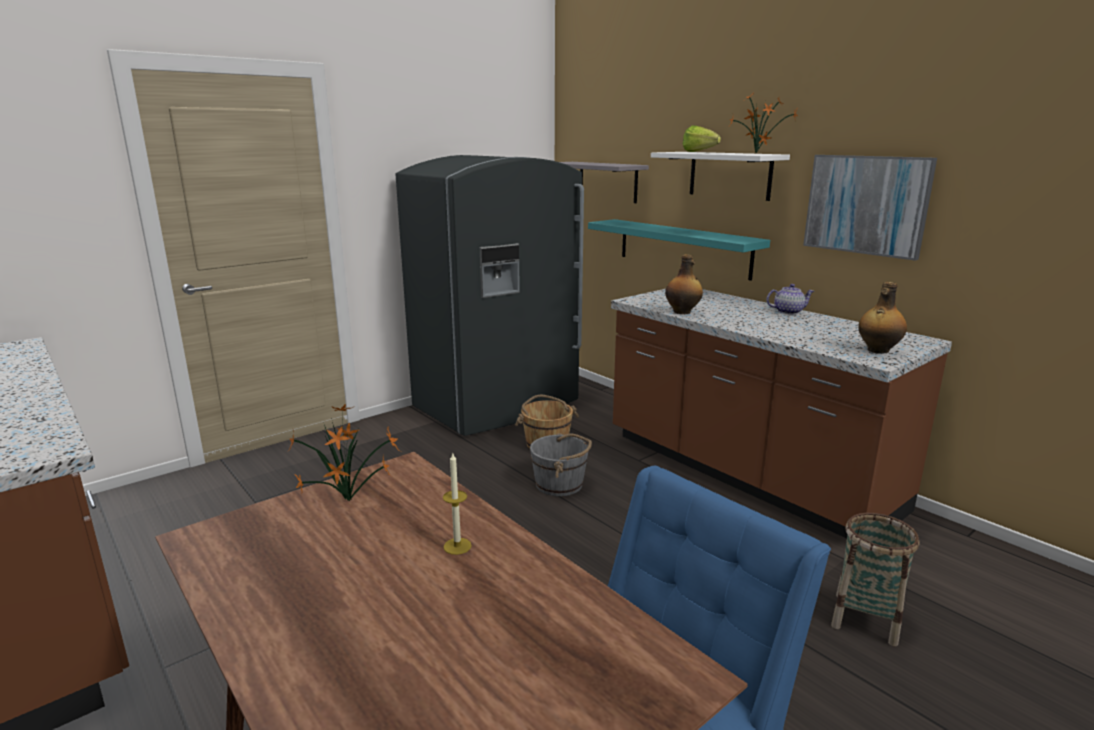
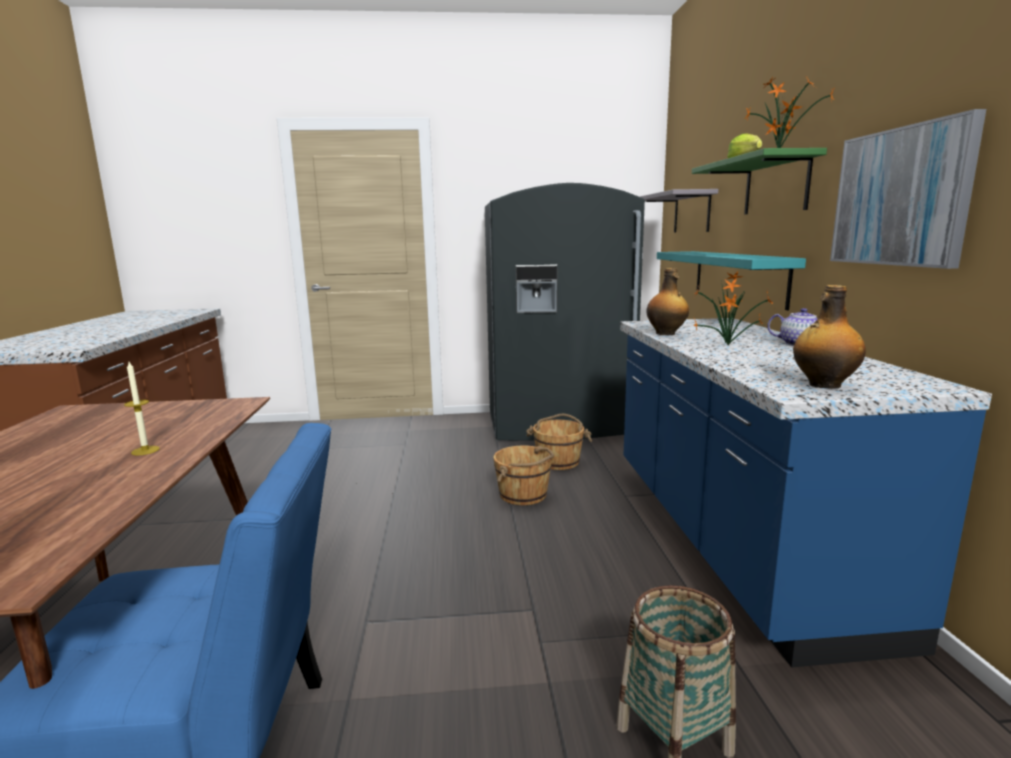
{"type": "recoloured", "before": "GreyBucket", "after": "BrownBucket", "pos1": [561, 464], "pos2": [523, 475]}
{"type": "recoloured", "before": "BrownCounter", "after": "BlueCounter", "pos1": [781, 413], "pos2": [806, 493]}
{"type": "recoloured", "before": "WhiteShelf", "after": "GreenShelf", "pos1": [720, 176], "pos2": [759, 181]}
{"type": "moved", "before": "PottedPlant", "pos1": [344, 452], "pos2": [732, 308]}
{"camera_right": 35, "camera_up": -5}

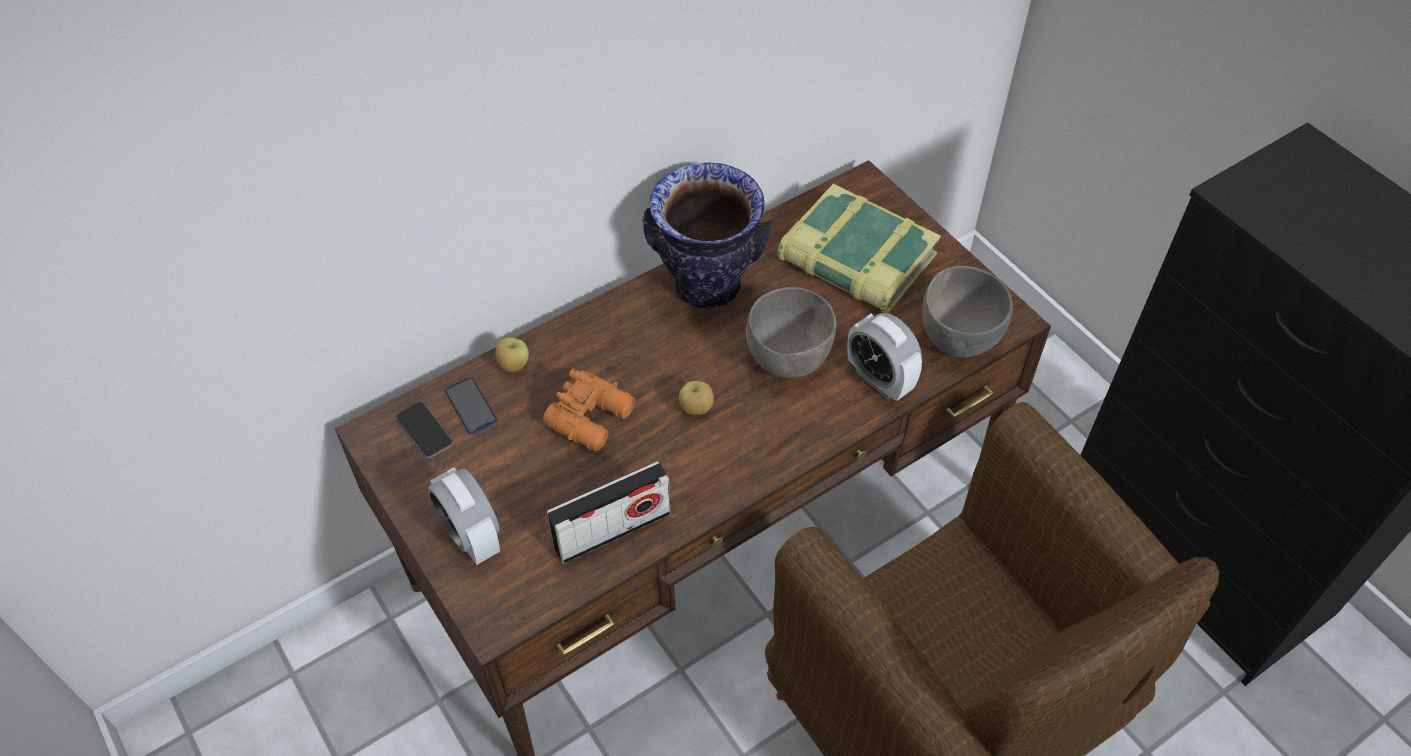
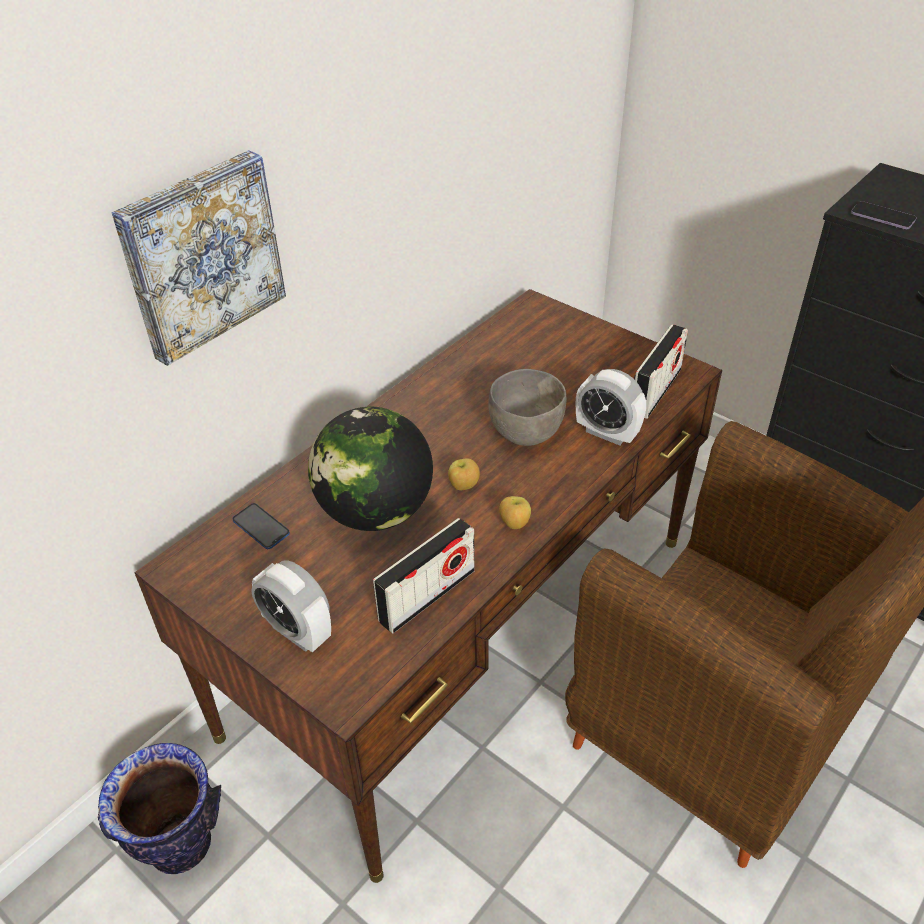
{"type": "moved", "before": "Vase", "pos1": [707, 236], "pos2": [159, 808]}
{"type": "added", "after": "Picture", "pos2": [199, 258]}
{"type": "replaced", "before": "OrangeBinoculars", "after": "Globe", "pos1": [589, 410], "pos2": [370, 469]}
{"type": "moved", "before": "Apple", "pos1": [512, 354], "pos2": [515, 512]}
{"type": "replaced", "before": "GreyBowl", "after": "Radio", "pos1": [967, 312], "pos2": [661, 371]}
{"type": "moved", "before": "Phone", "pos1": [424, 430], "pos2": [884, 215]}
{"type": "removed", "before": "Book", "pos1": [859, 248]}
{"camera_right": -15, "camera_up": -10}

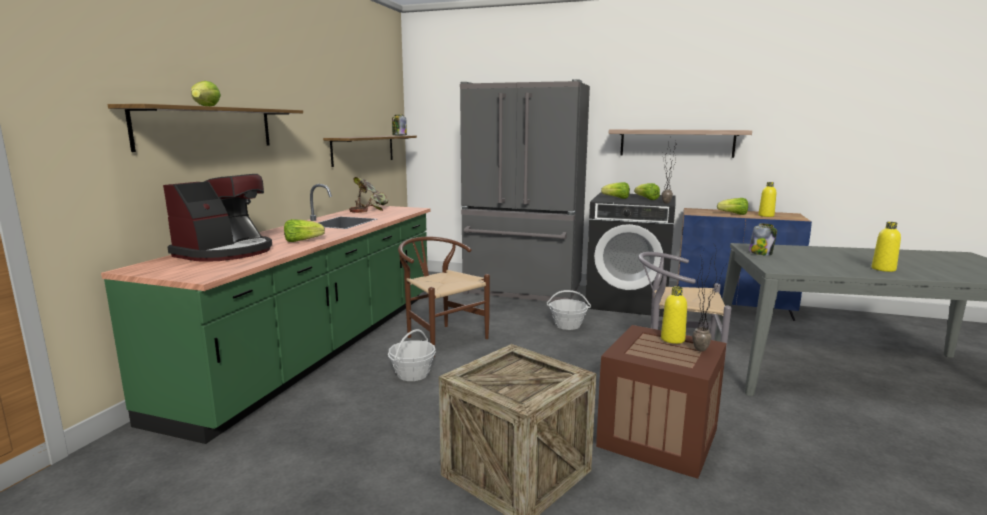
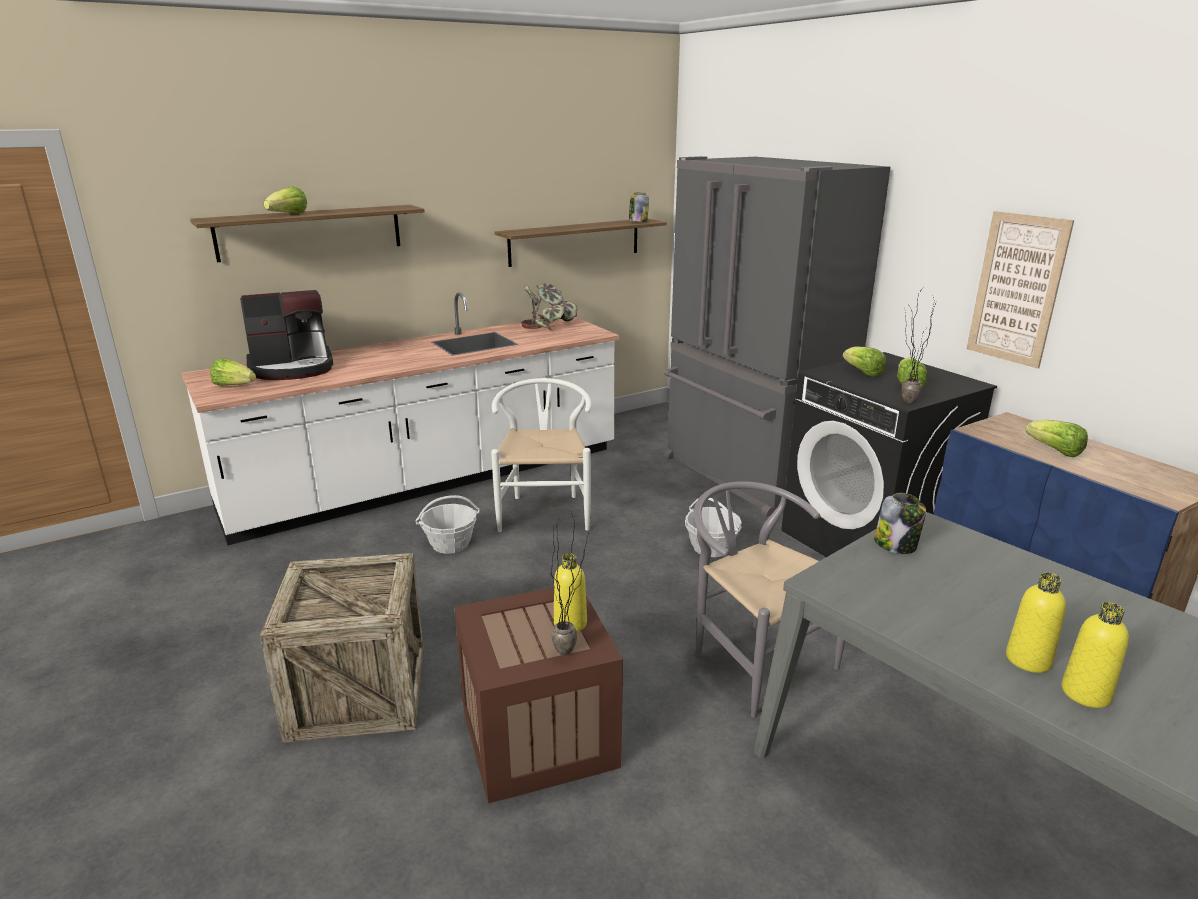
{"type": "recoloured", "before": "GreenCounter", "after": "WhiteCounter", "pos1": [265, 314], "pos2": [400, 419]}
{"type": "moved", "before": "Lettuce", "pos1": [304, 230], "pos2": [233, 372]}
{"type": "recoloured", "before": "BrownChair", "after": "WhiteChair", "pos1": [444, 297], "pos2": [541, 455]}
{"type": "replaced", "before": "Shelf", "after": "Picture", "pos1": [680, 143], "pos2": [1020, 290]}
{"type": "moved", "before": "YellowBottle", "pos1": [767, 199], "pos2": [1095, 655]}
{"camera_right": 40, "camera_up": 10}

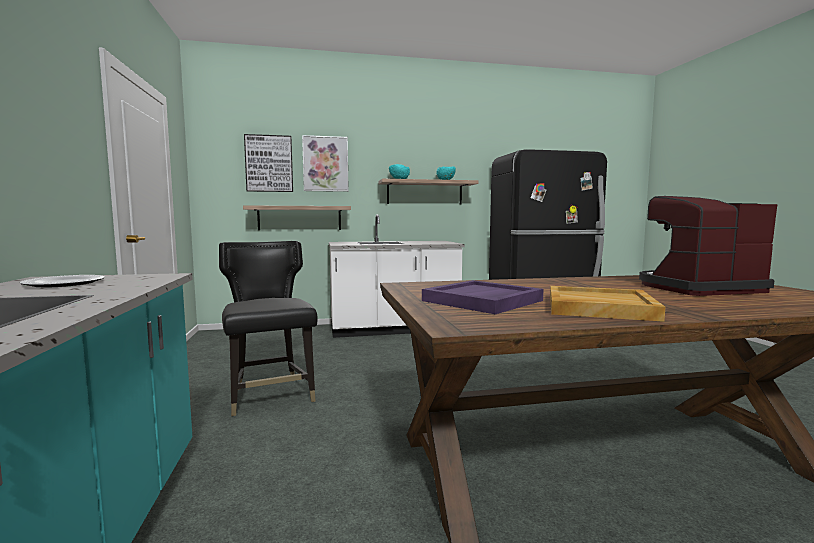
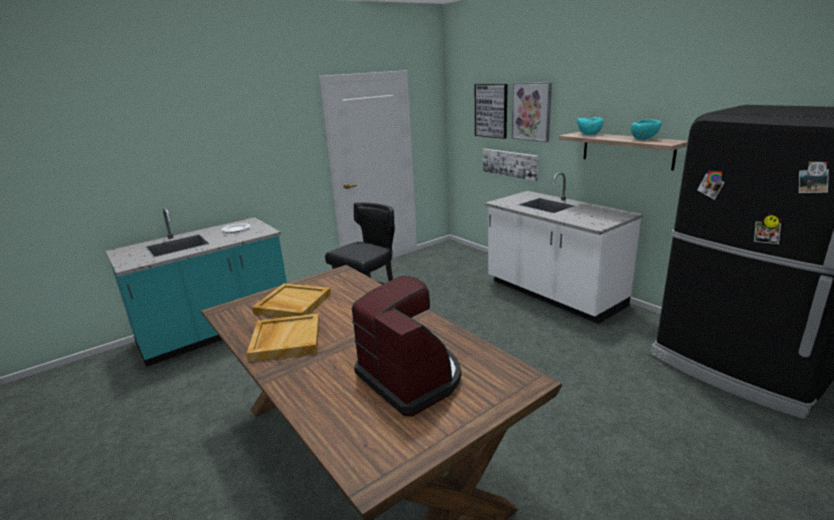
{"type": "recoloured", "before": "PurpleTray", "after": "BeigeTray", "pos1": [482, 297], "pos2": [291, 300]}
{"type": "replaced", "before": "Shelf", "after": "Picture", "pos1": [297, 217], "pos2": [511, 165]}
{"camera_right": 65, "camera_up": 15}

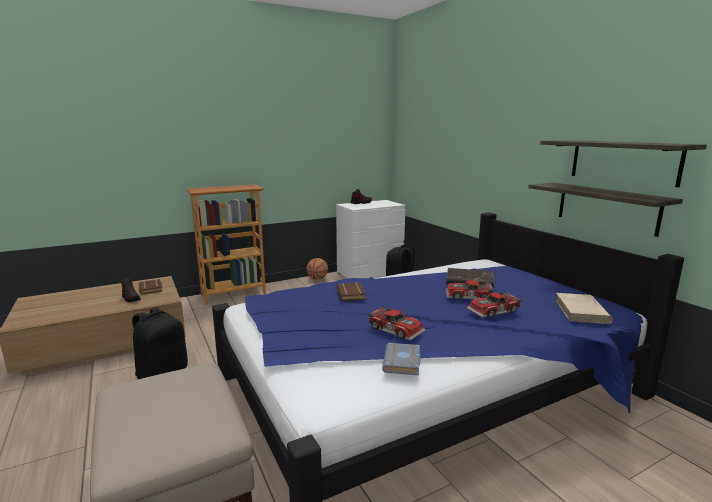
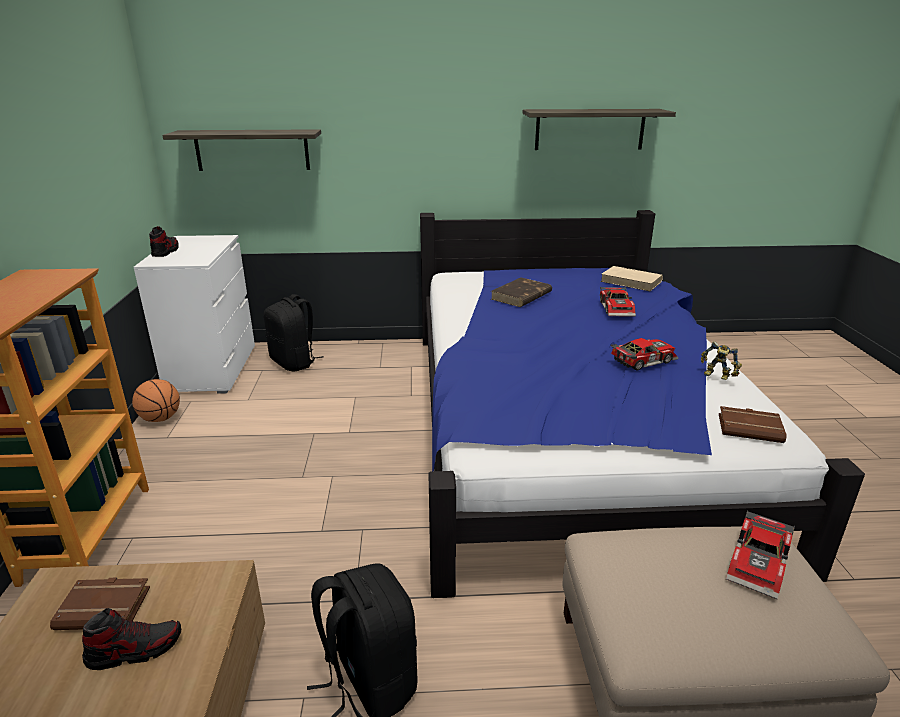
{"type": "moved", "before": "Shelf", "pos1": [605, 209], "pos2": [241, 150]}
{"type": "replaced", "before": "GreyBook", "after": "ToyRobot", "pos1": [401, 359], "pos2": [721, 360]}
{"type": "moved", "before": "BrownBook", "pos1": [351, 291], "pos2": [753, 424]}
{"type": "moved", "before": "ToyCar", "pos1": [470, 290], "pos2": [760, 554]}
{"camera_right": -65, "camera_up": 10}

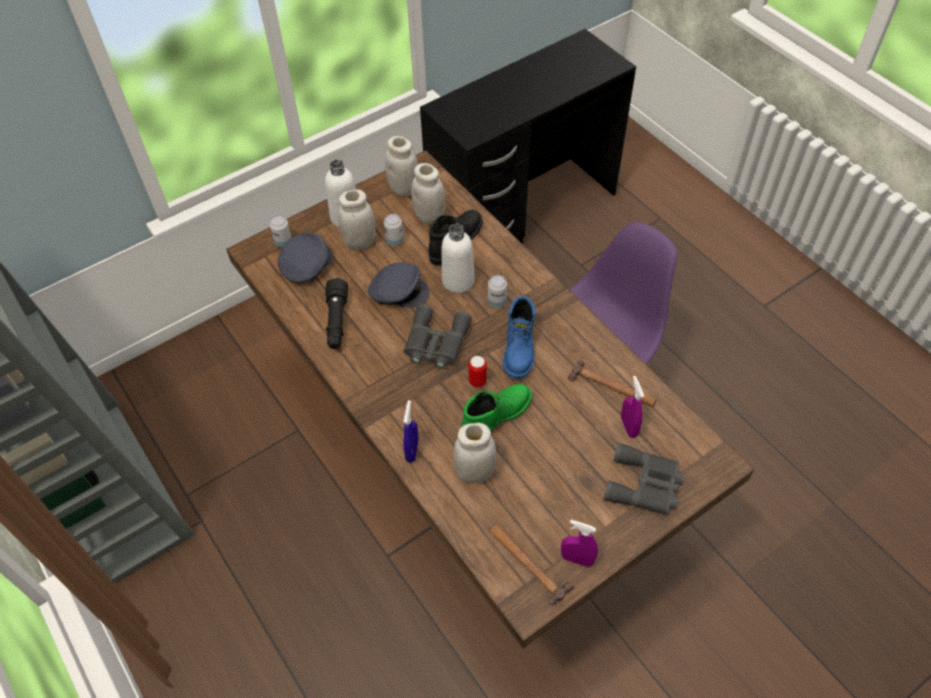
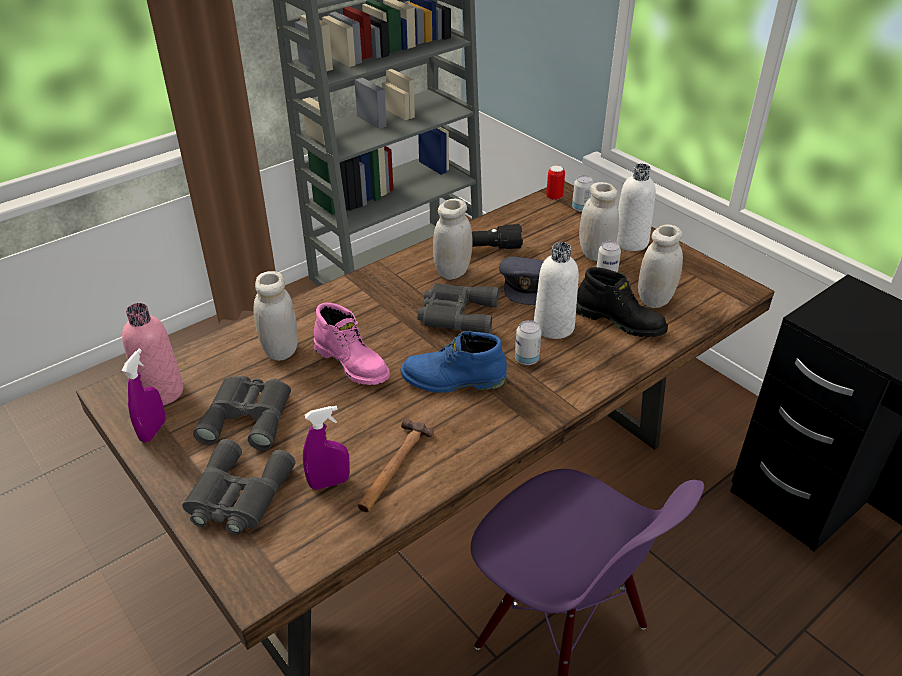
{"type": "replaced", "before": "Hammer", "after": "PinkBottle", "pos1": [532, 564], "pos2": [153, 354]}
{"type": "added", "after": "GreyBinoculars", "pos2": [242, 413]}
{"type": "recoloured", "before": "GreenBoot", "after": "PinkBoot", "pos1": [496, 408], "pos2": [352, 344]}
{"type": "moved", "before": "WhiteJar", "pos1": [401, 166], "pos2": [453, 239]}
{"type": "moved", "before": "Can", "pos1": [477, 371], "pos2": [555, 182]}
{"type": "removed", "before": "GreyCap", "pos1": [305, 257]}
{"type": "removed", "before": "BlueSprayBottle", "pos1": [411, 431]}
{"camera_right": 85, "camera_up": -15}

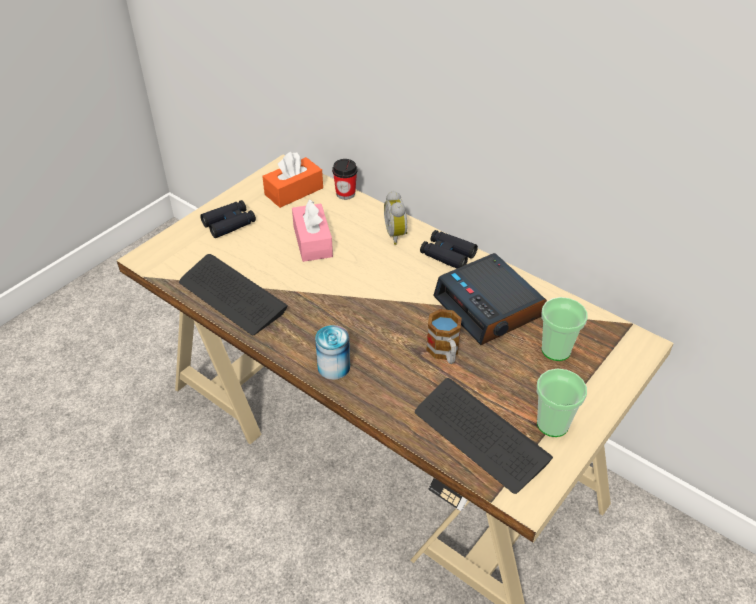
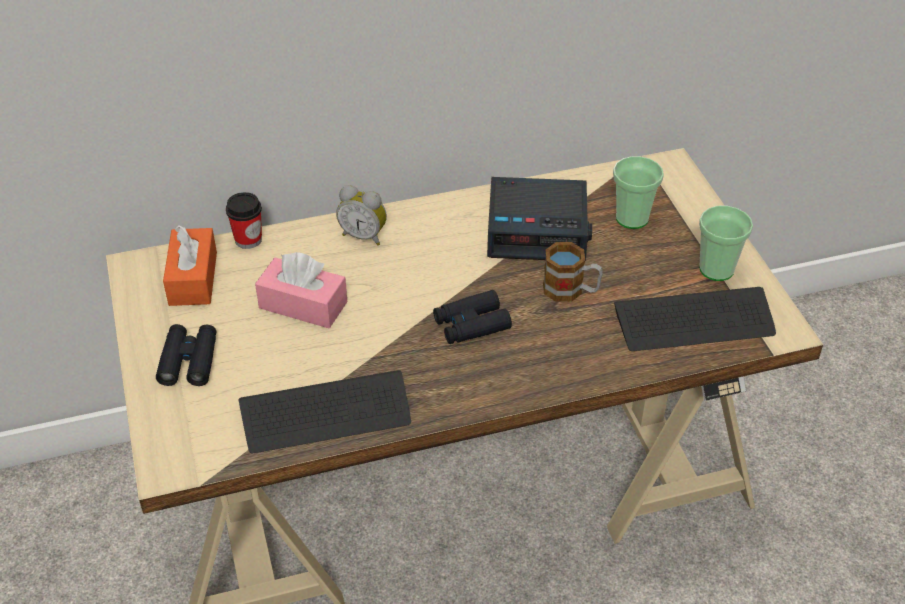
{"type": "moved", "before": "BlackBinoculars", "pos1": [449, 249], "pos2": [472, 317]}
{"type": "removed", "before": "Can", "pos1": [332, 352]}
{"camera_right": -55, "camera_up": 0}

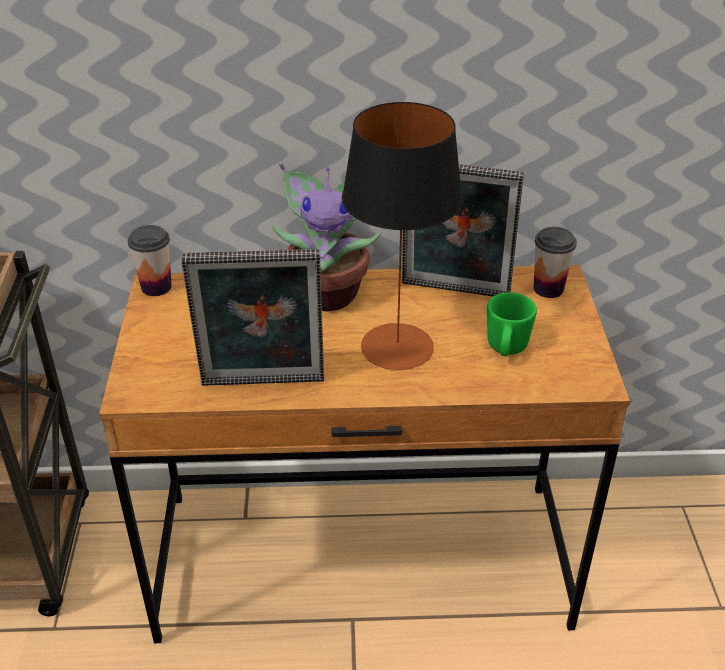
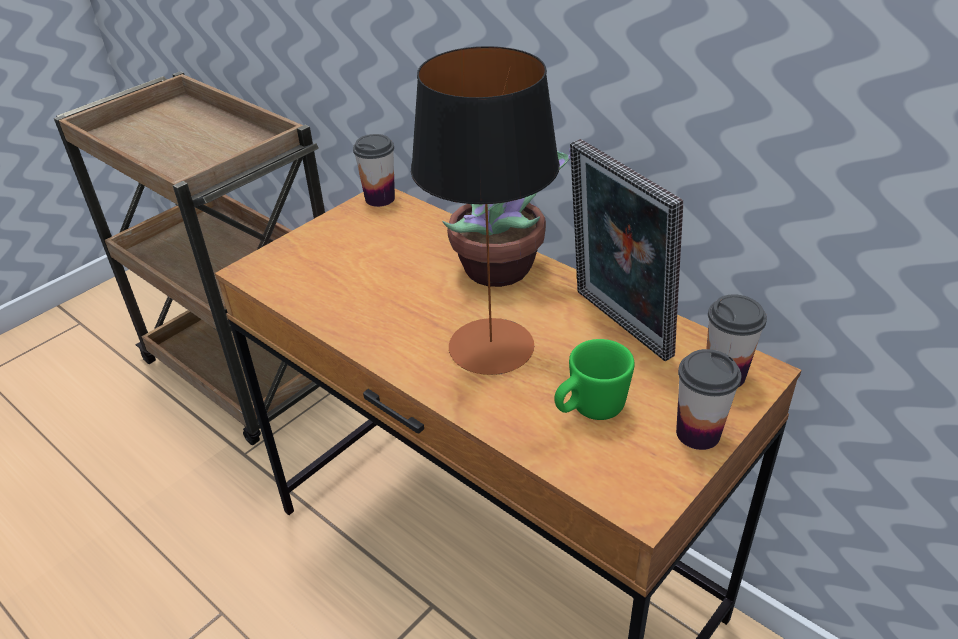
{"type": "added", "after": "Cup", "pos2": [708, 399]}
{"type": "removed", "before": "PictureFrame", "pos1": [252, 317]}
{"camera_right": 45, "camera_up": 0}

